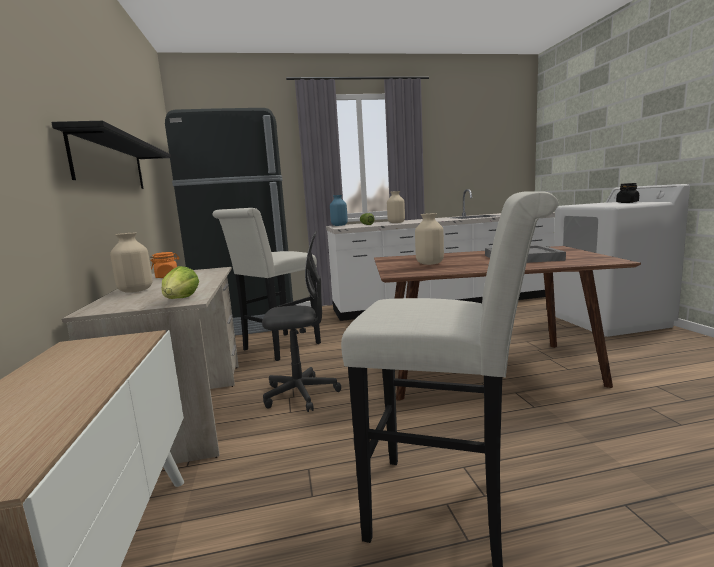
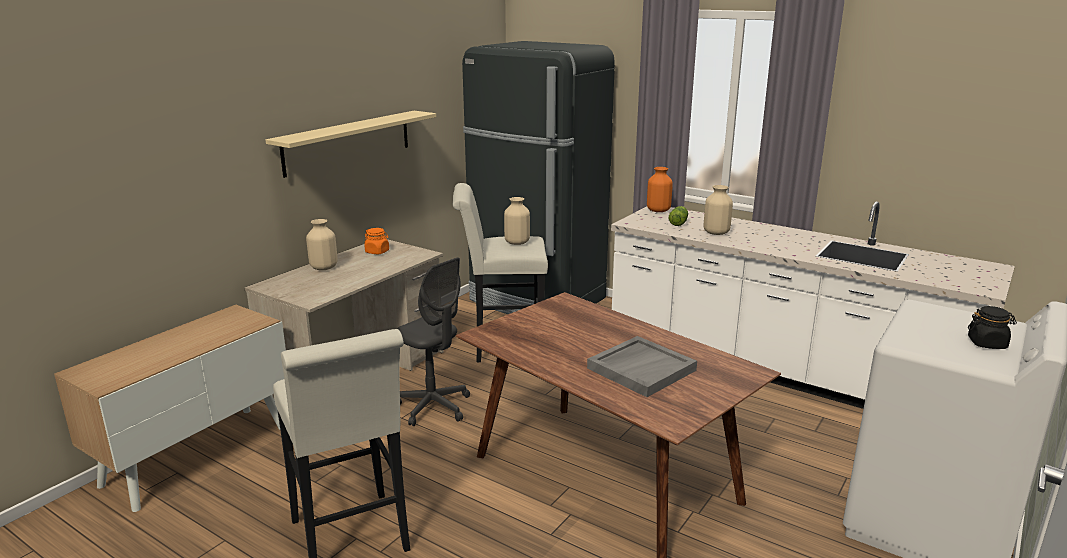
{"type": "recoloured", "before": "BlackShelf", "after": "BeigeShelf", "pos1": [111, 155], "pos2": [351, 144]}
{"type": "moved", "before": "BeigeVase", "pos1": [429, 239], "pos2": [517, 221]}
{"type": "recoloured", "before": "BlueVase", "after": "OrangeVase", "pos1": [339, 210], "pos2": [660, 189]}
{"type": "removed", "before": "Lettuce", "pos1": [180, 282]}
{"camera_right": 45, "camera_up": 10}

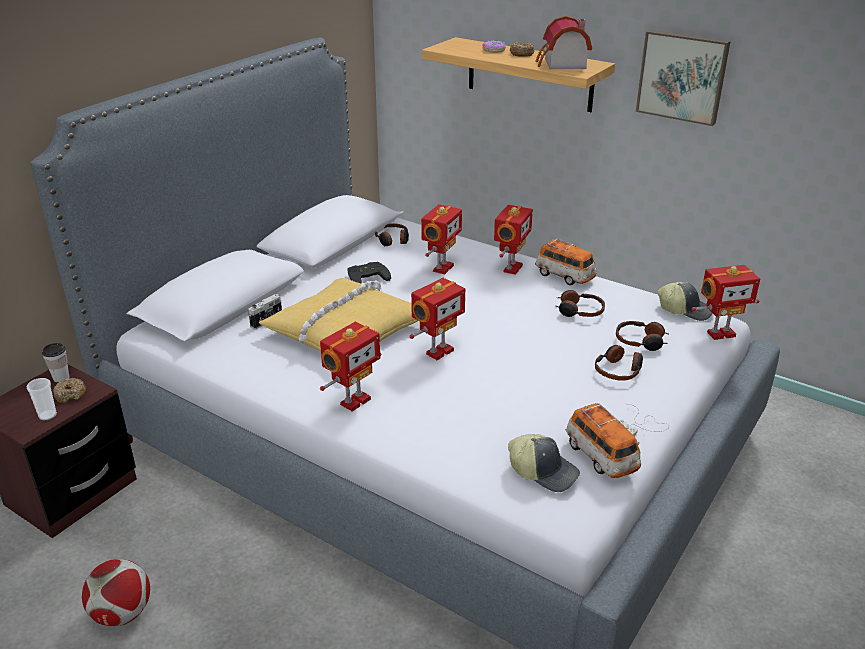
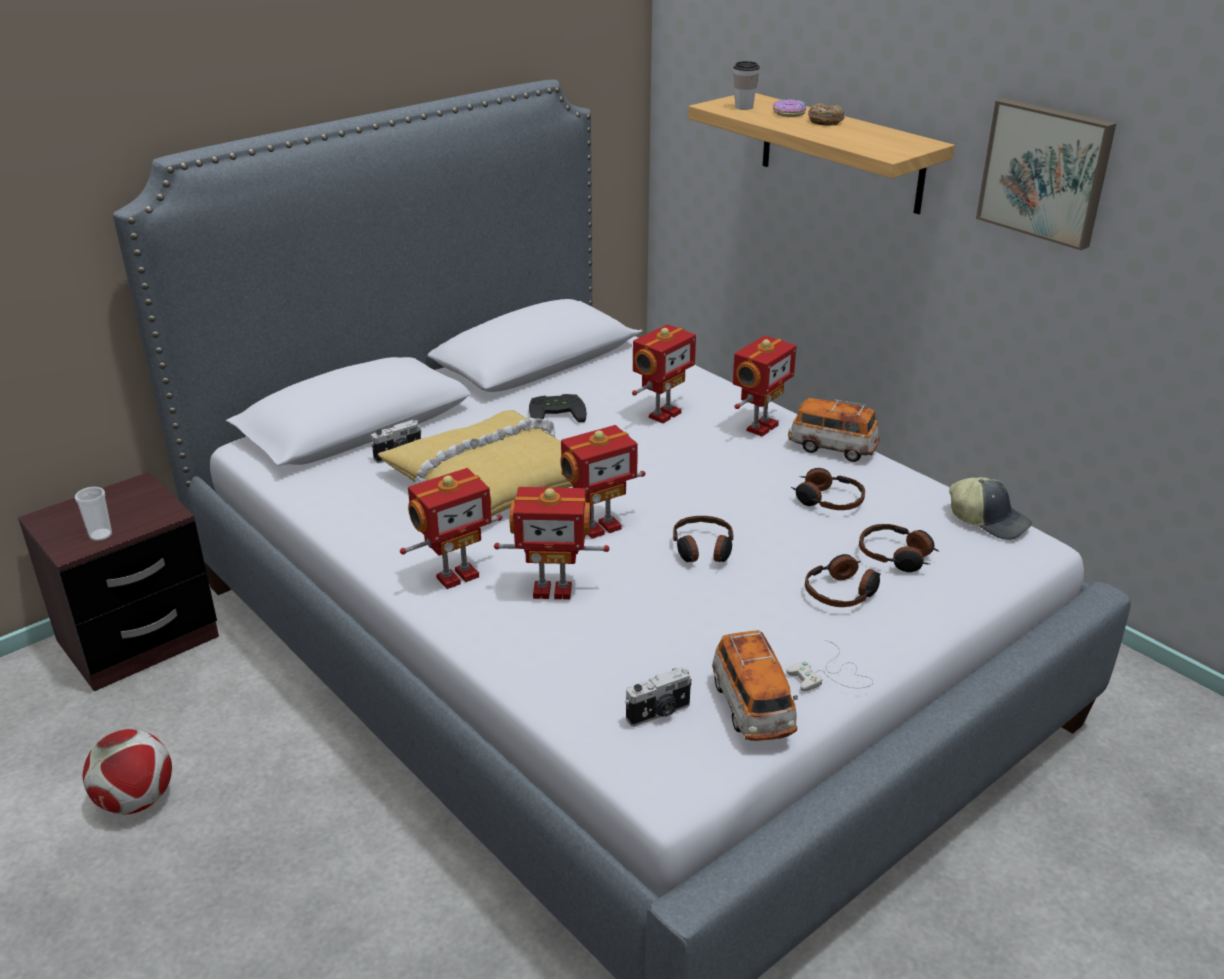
{"type": "moved", "before": "ToyRobot", "pos1": [726, 302], "pos2": [552, 543]}
{"type": "replaced", "before": "Cap", "after": "PhotoCamera", "pos1": [544, 463], "pos2": [658, 697]}
{"type": "moved", "before": "Headphones", "pos1": [392, 234], "pos2": [703, 539]}
{"type": "moved", "before": "Cup", "pos1": [55, 363], "pos2": [746, 85]}
{"type": "turned", "before": "ToyCar", "pos1": [566, 261], "pos2": [834, 430], "turn": 150}
{"type": "removed", "before": "Donut", "pos1": [69, 390]}
{"type": "removed", "before": "ToyHouse", "pos1": [563, 42]}
{"camera_right": 15, "camera_up": 0}

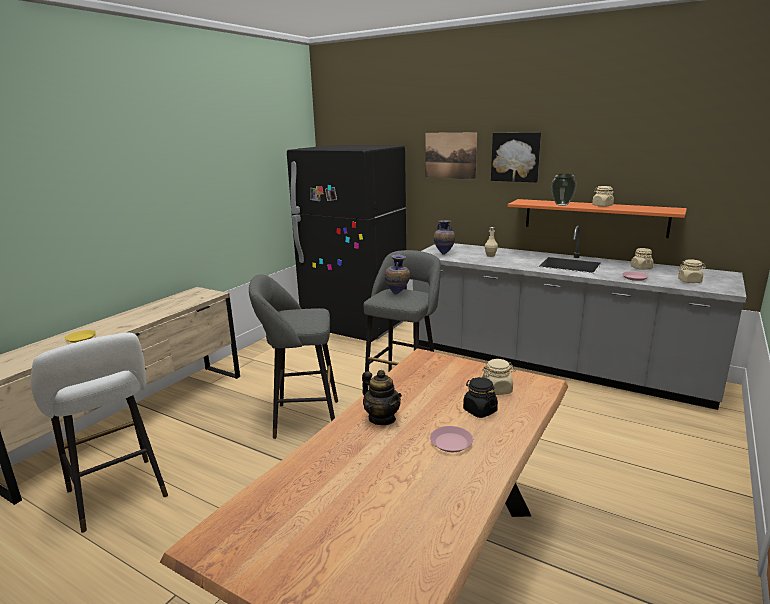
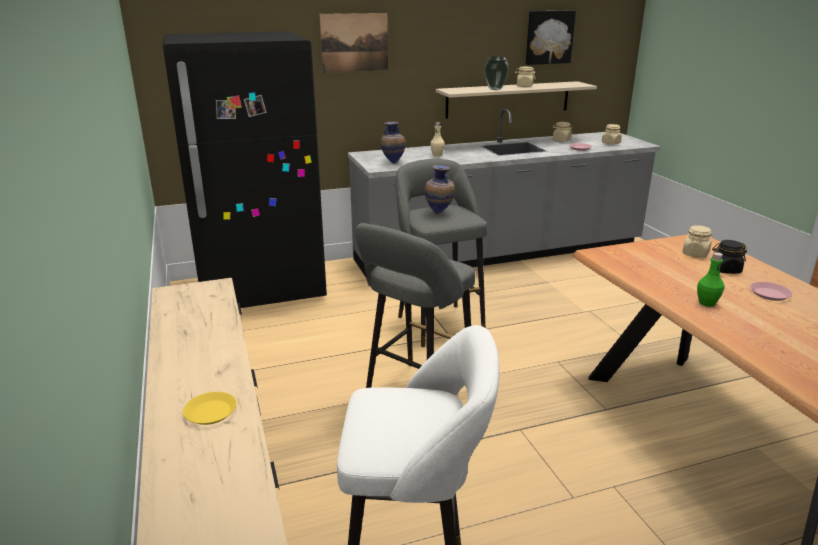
{"type": "recoloured", "before": "OrangeShelf", "after": "BeigeShelf", "pos1": [597, 218], "pos2": [516, 100]}
{"type": "moved", "before": "Picture", "pos1": [516, 157], "pos2": [551, 38]}
{"type": "replaced", "before": "Teapot", "after": "GreenBottle", "pos1": [382, 397], "pos2": [710, 279]}
{"camera_right": -50, "camera_up": 5}

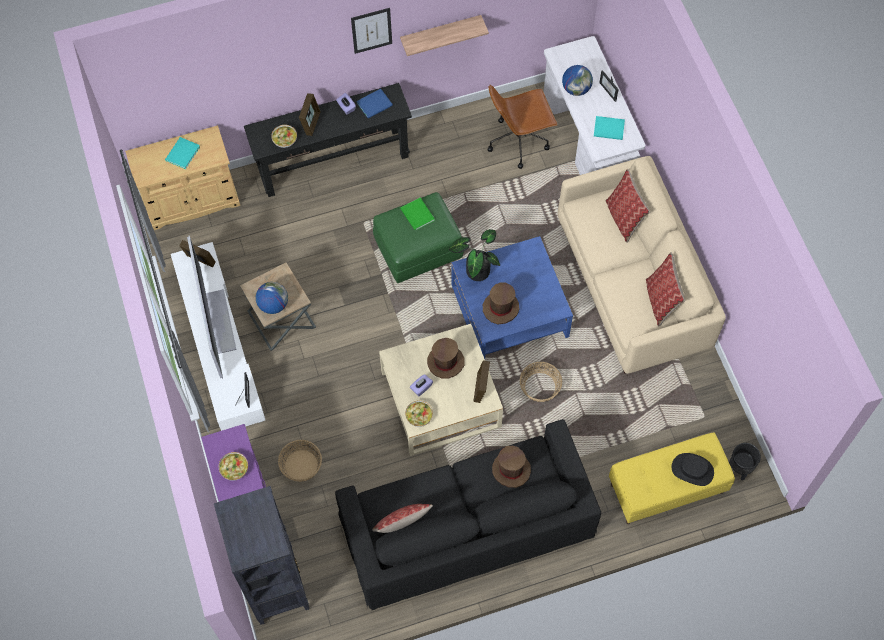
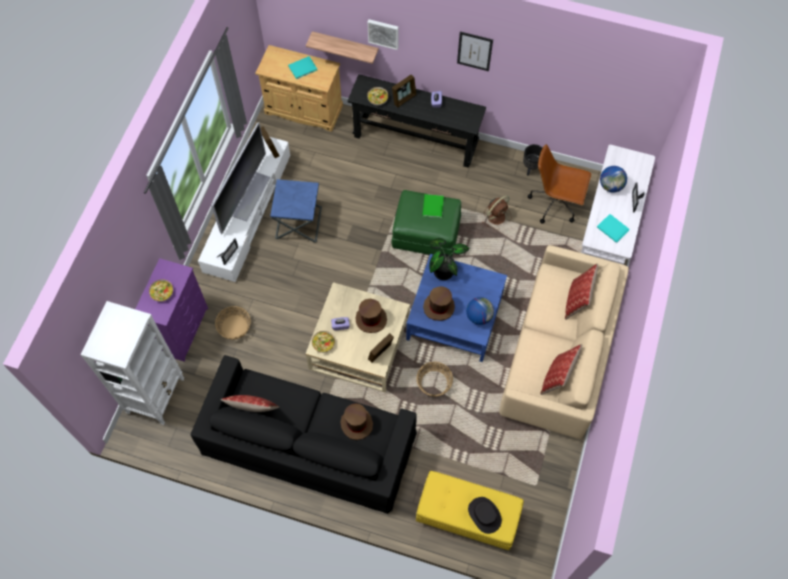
{"type": "recoloured", "before": "BlackBookcase", "after": "WhiteBookcase", "pos1": [261, 555], "pos2": [132, 363]}
{"type": "recoloured", "before": "BrownSideTable", "after": "BlueSideTable", "pos1": [278, 306], "pos2": [296, 210]}
{"type": "moved", "before": "Shelf", "pos1": [444, 35], "pos2": [342, 47]}
{"type": "added", "after": "Picture", "pos2": [383, 34]}
{"type": "moved", "before": "Globe", "pos1": [272, 298], "pos2": [480, 311]}
{"type": "added", "after": "BrownFan", "pos2": [496, 212]}
{"type": "moved", "before": "BlackPlanter", "pos1": [745, 461], "pos2": [533, 160]}
{"type": "removed", "before": "BlueBook", "pos1": [375, 103]}
{"camera_right": 35, "camera_up": 0}

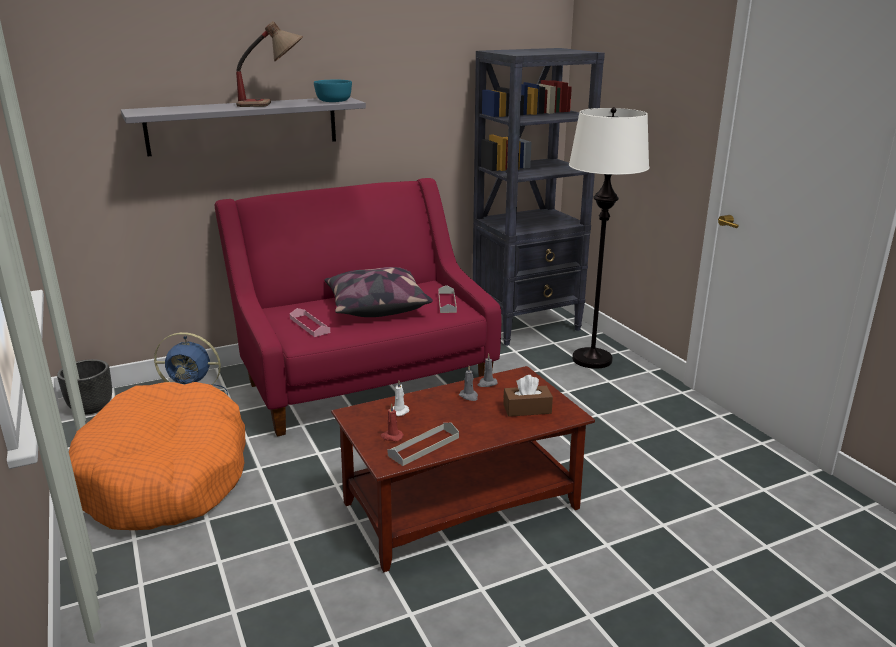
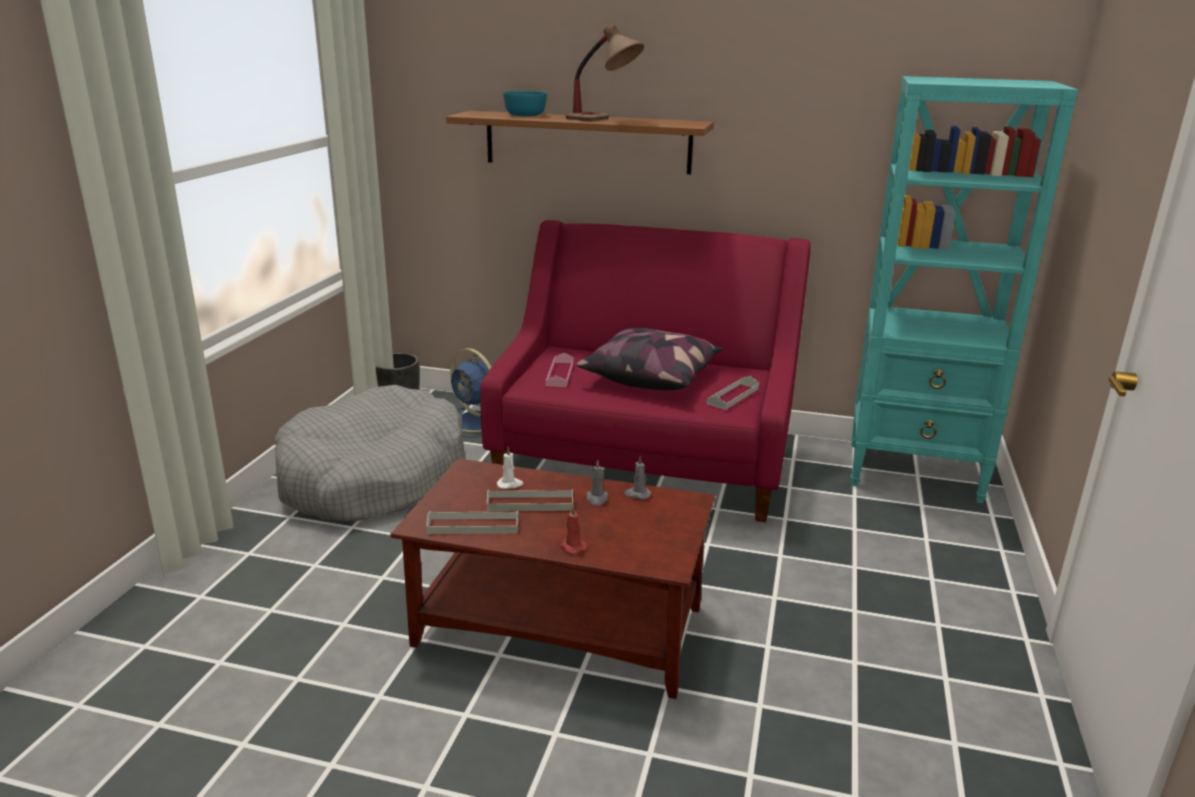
{"type": "recoloured", "before": "OrangeDogBed", "after": "GreyDogBed", "pos1": [157, 456], "pos2": [370, 453]}
{"type": "recoloured", "before": "GreyShelf", "after": "BrownShelf", "pos1": [243, 126], "pos2": [580, 142]}
{"type": "added", "after": "GreyTray", "pos2": [530, 500]}
{"type": "moved", "before": "TurquoiseBowl", "pos1": [333, 91], "pos2": [525, 103]}
{"type": "moved", "before": "RedCandle", "pos1": [392, 422], "pos2": [573, 529]}
{"type": "recoloured", "before": "BlackBookcase", "after": "TurquoiseBookcase", "pos1": [539, 197], "pos2": [964, 289]}
{"type": "removed", "before": "BrownTissueBox", "pos1": [528, 396]}
{"type": "removed", "before": "WhiteFloorLamp", "pos1": [609, 238]}
{"camera_right": 40, "camera_up": 0}

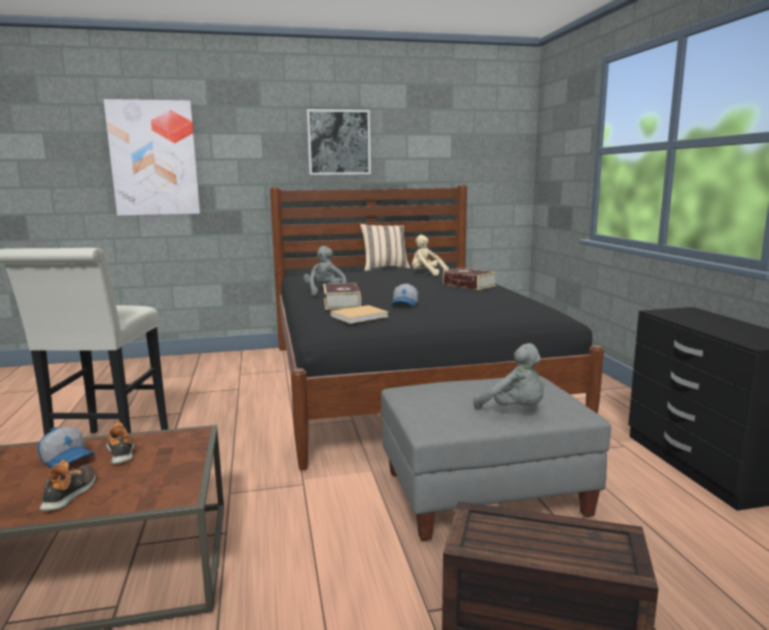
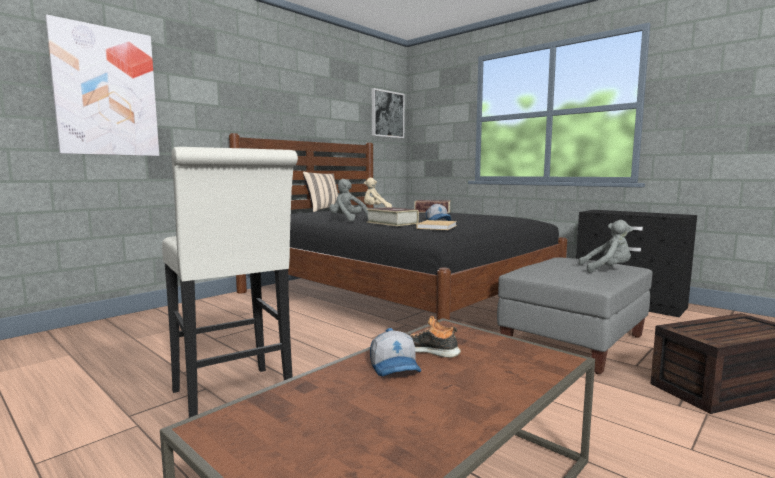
{"type": "turned", "before": "Cap", "pos1": [66, 447], "pos2": [395, 352], "turn": 75}
{"type": "moved", "before": "Picture", "pos1": [339, 142], "pos2": [388, 113]}
{"type": "removed", "before": "Shoe", "pos1": [68, 485]}
{"camera_right": -35, "camera_up": -5}

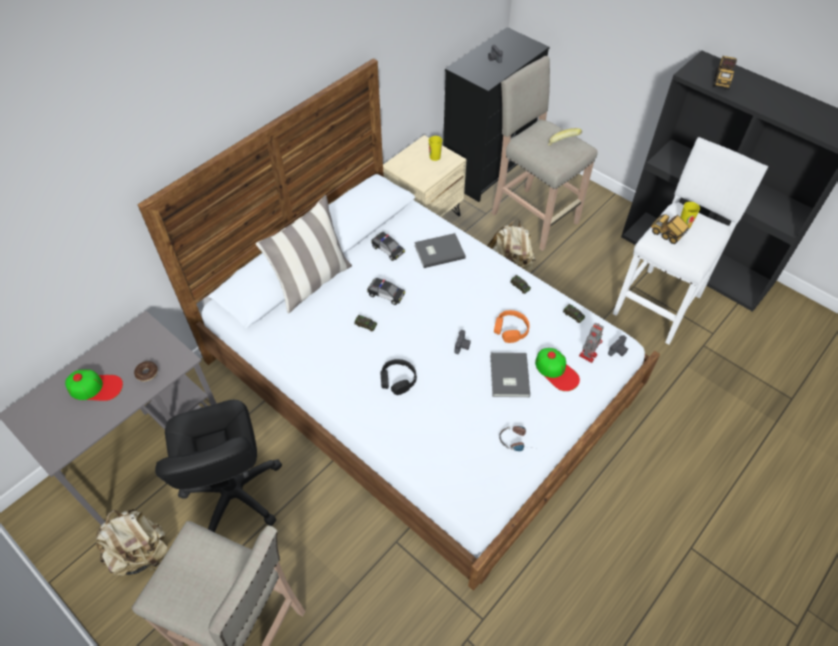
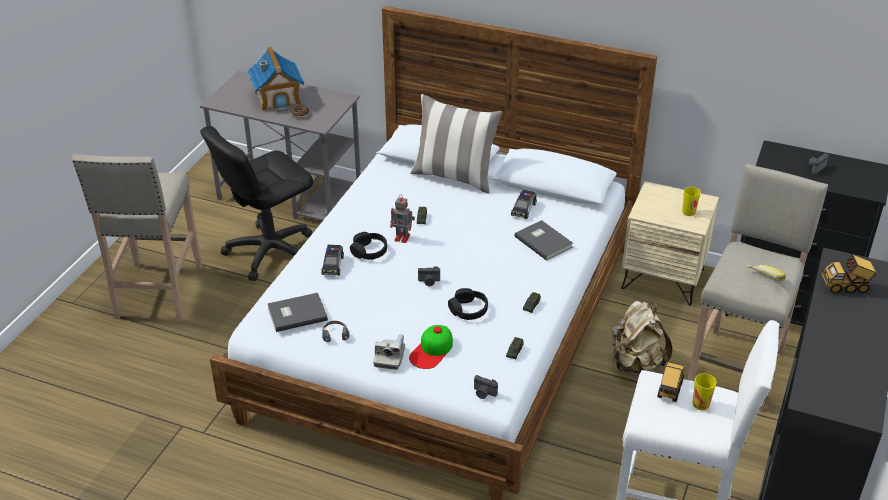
{"type": "replaced", "before": "Cap", "after": "ToyHouse", "pos1": [94, 385], "pos2": [275, 79]}
{"type": "moved", "before": "GreyBook", "pos1": [510, 374], "pos2": [298, 312]}
{"type": "moved", "before": "ToyCar", "pos1": [386, 291], "pos2": [332, 260]}
{"type": "added", "after": "PhotoCamera", "pos2": [389, 352]}
{"type": "moved", "before": "ToyRobot", "pos1": [591, 343], "pos2": [402, 219]}
{"type": "recoloured", "before": "OrangeHeadphones", "after": "BlackHeadphones", "pos1": [512, 326], "pos2": [468, 304]}
{"type": "removed", "before": "BeigeBackpack", "pos1": [131, 542]}
{"camera_right": 70, "camera_up": -15}

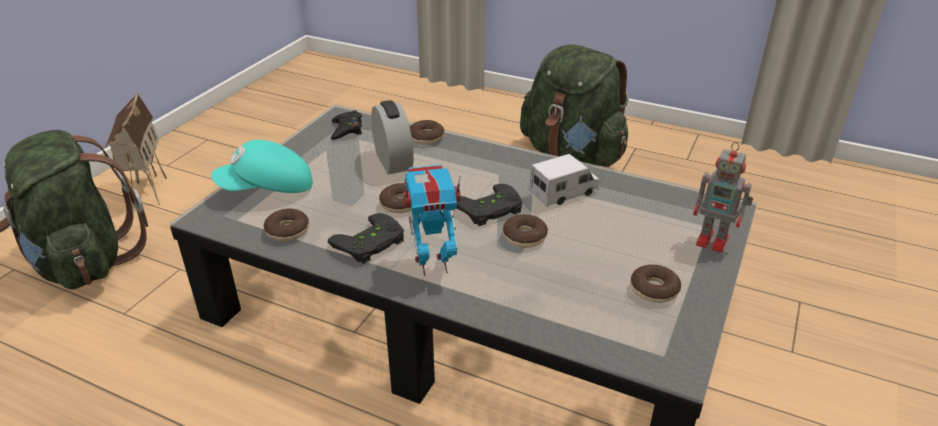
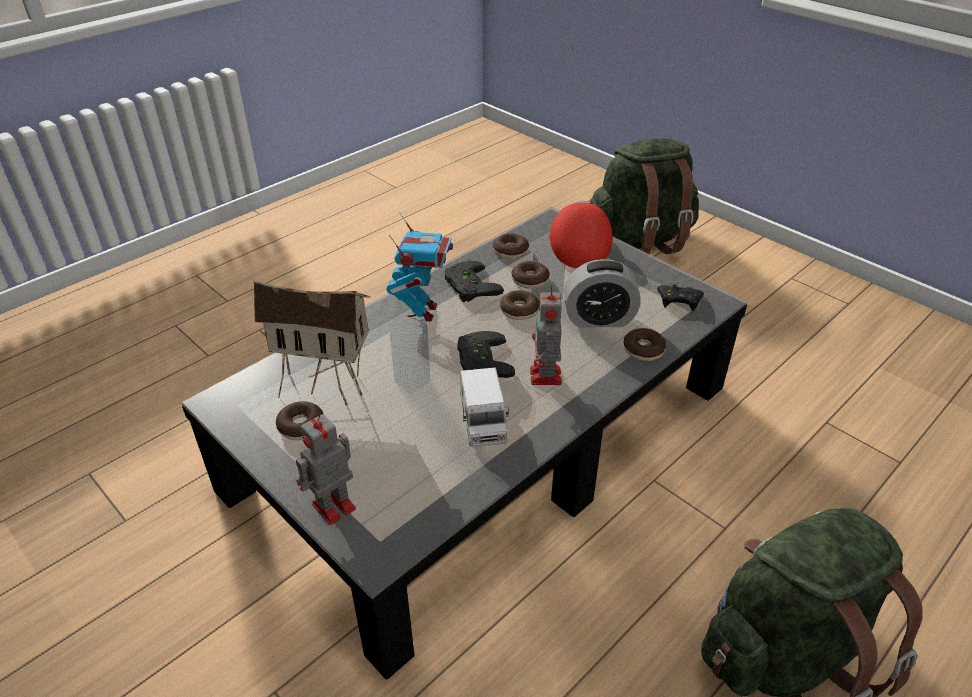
{"type": "moved", "before": "ToyHouse", "pos1": [136, 150], "pos2": [312, 343]}
{"type": "moved", "before": "Donut", "pos1": [525, 231], "pos2": [530, 275]}
{"type": "added", "after": "ToyRobot", "pos2": [546, 335]}
{"type": "recoloured", "before": "TurquoiseCap", "after": "RedCap", "pos1": [262, 166], "pos2": [581, 234]}
{"camera_right": 110, "camera_up": 5}

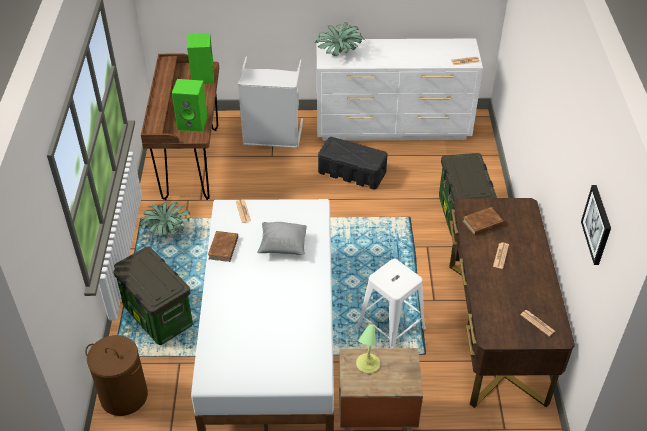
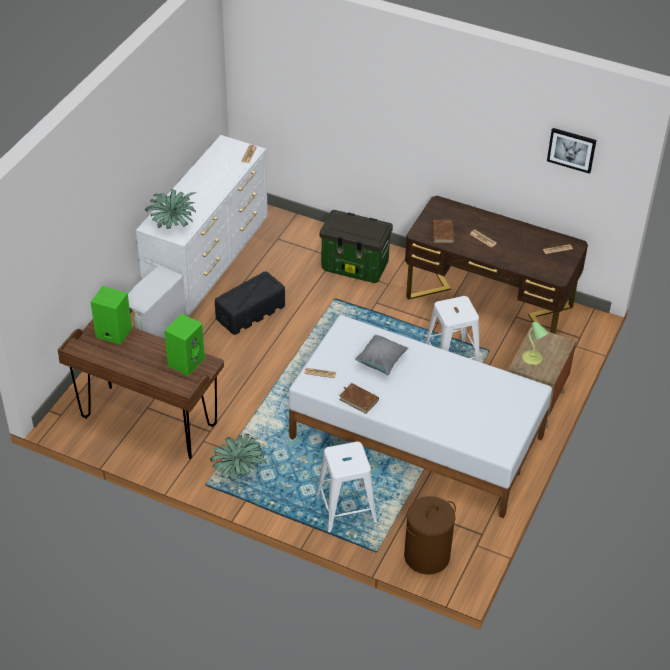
{"type": "replaced", "before": "StorageBox", "after": "WhiteStool", "pos1": [153, 295], "pos2": [346, 487]}
{"camera_right": -65, "camera_up": 0}

